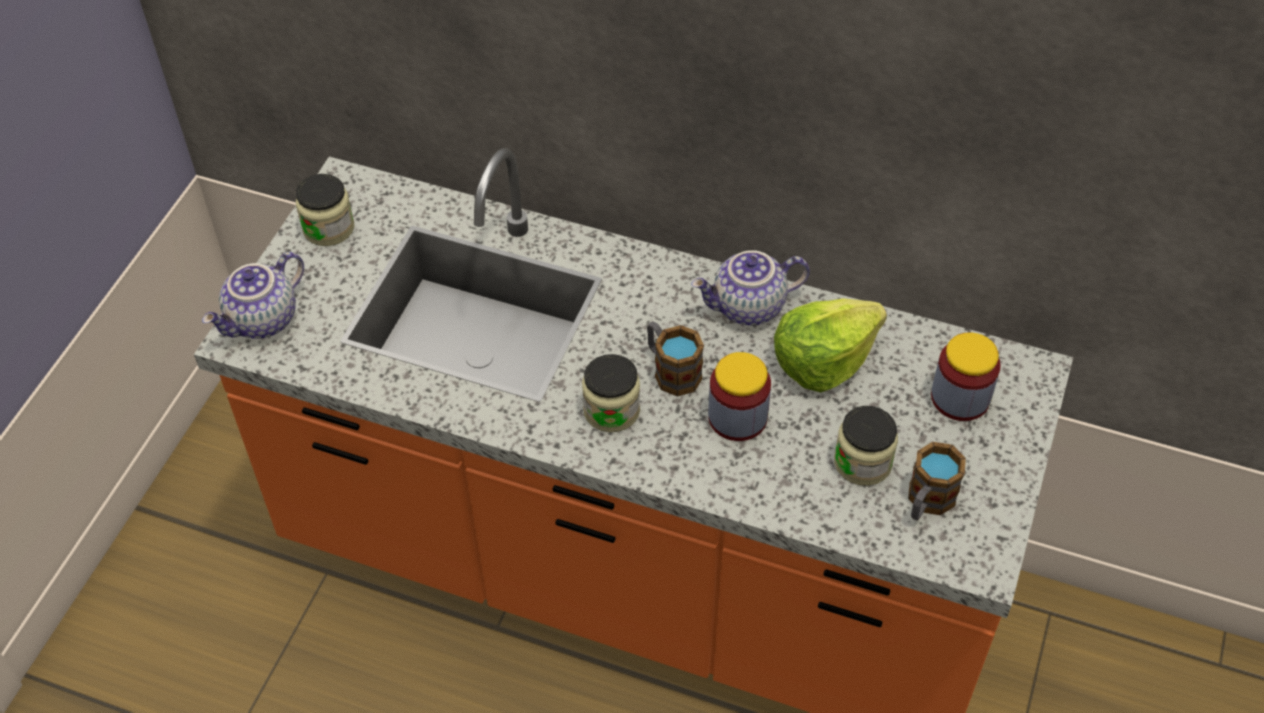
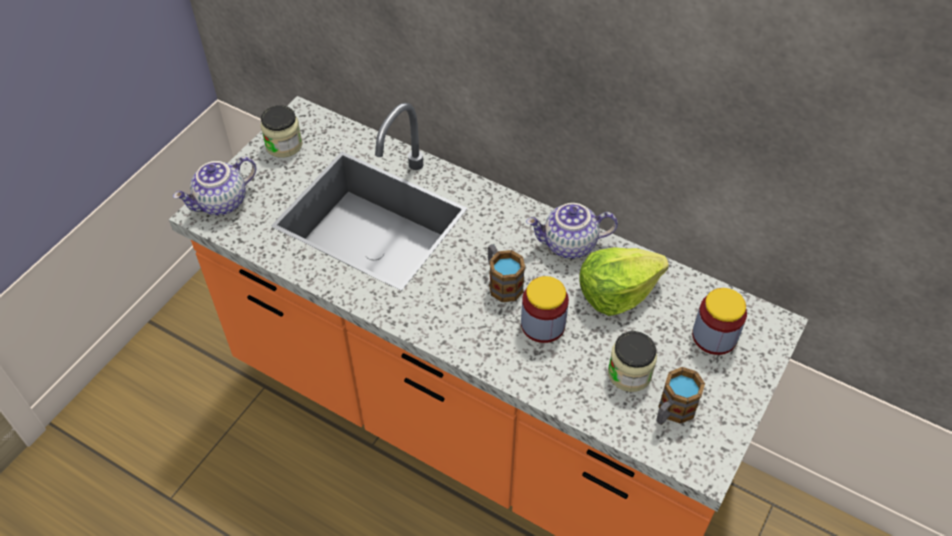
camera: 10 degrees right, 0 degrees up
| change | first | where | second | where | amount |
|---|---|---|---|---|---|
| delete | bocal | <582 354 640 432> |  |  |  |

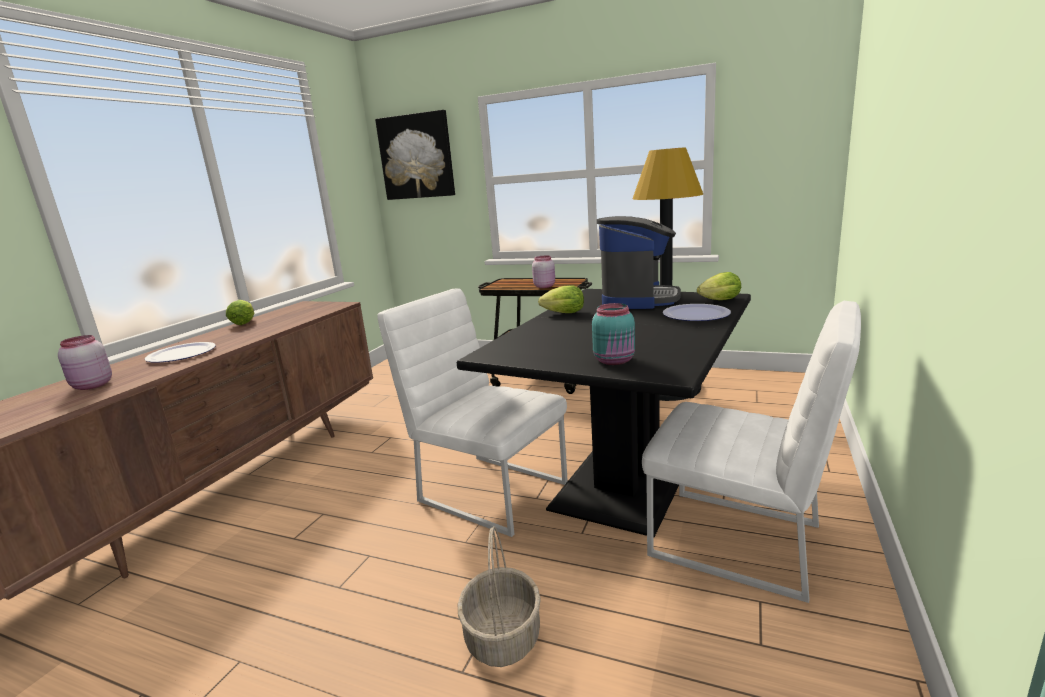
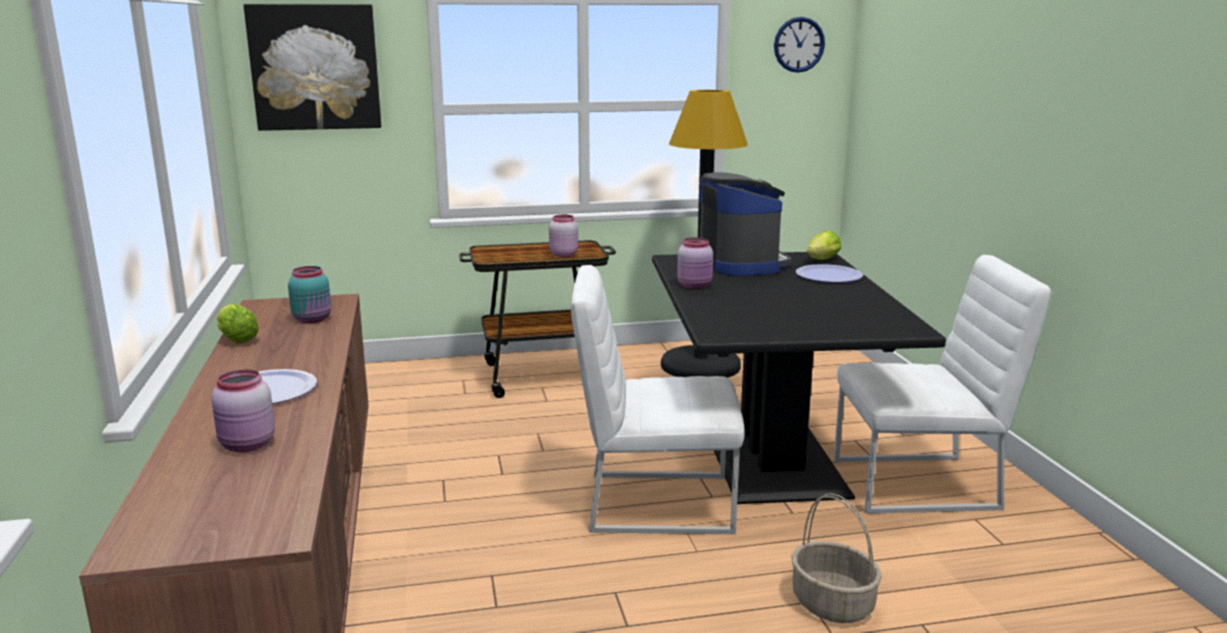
camera: 35 degrees left, 0 degrees up
| change | first | where | second | where | amount |
|---|---|---|---|---|---|
| move | bocal [turquoise] | <592 303 635 365> |  | <288 266 331 323> |  |
| replace | laitue | <538 285 584 313> | bocal [rose] | <677 237 713 289> |  |
| insert |  |  | horloge murale | <774 17 825 73> |  |

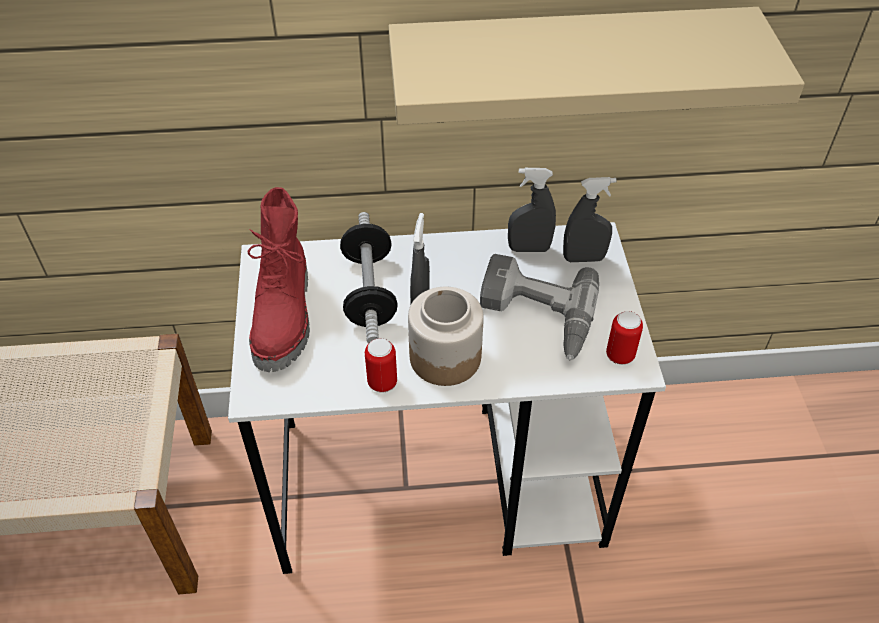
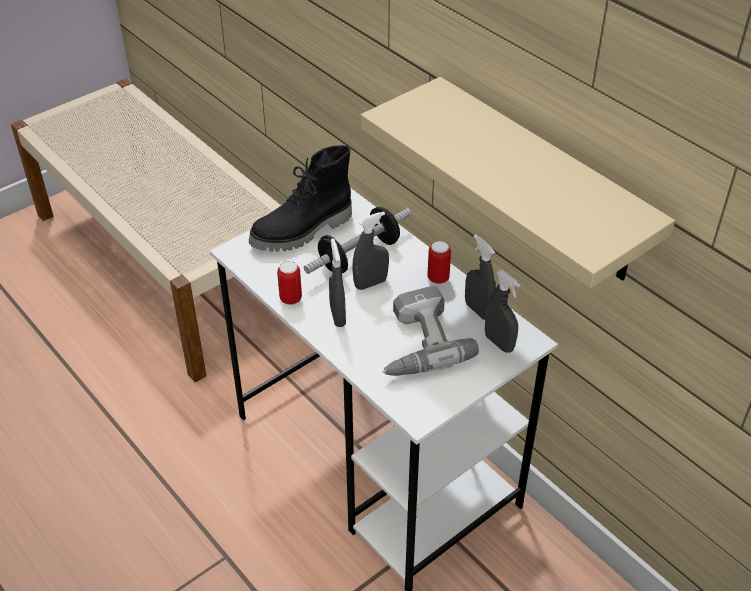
camera: 55 degrees right, 5 degrees down
| change | first | where | second | where | amount |
|---|---|---|---|---|---|
| recolor | botte [rouge] | <248 187 310 372> | botte [noir] | <249 145 352 252> |  |
| replace | bocal | <408 287 484 386> | vaporisateur [gris] | <329 238 346 327> |  |
| move | boîte métallique | <606 311 643 364> |  | <427 241 451 284> |  |

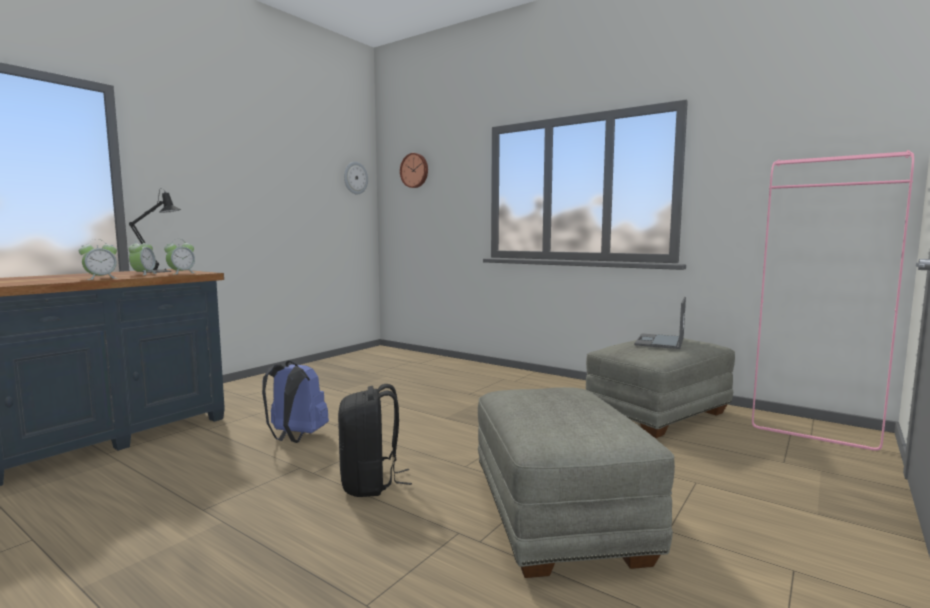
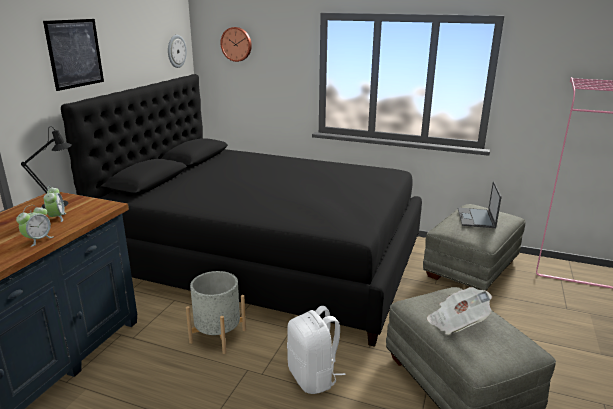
camera: 15 degrees left, 15 degrees up
| change | first | where | second | where | amount |
|---|---|---|---|---|---|
| insert |  |  | tableau | <43 19 104 91> |  |
| insert |  |  | lit [noir] | <61 74 422 347> |  |
| replace | sac à dos [bleu] | <262 361 329 443> | cache-pot [gris] | <186 271 246 354> |  |
| recolor | sac à dos [noir] | <338 384 412 497> | sac à dos [blanc] | <287 306 346 394> |  |
| insert |  |  | journal | <427 287 492 335> |  |
| delete | réveil | <164 239 195 274> |  |  |  |

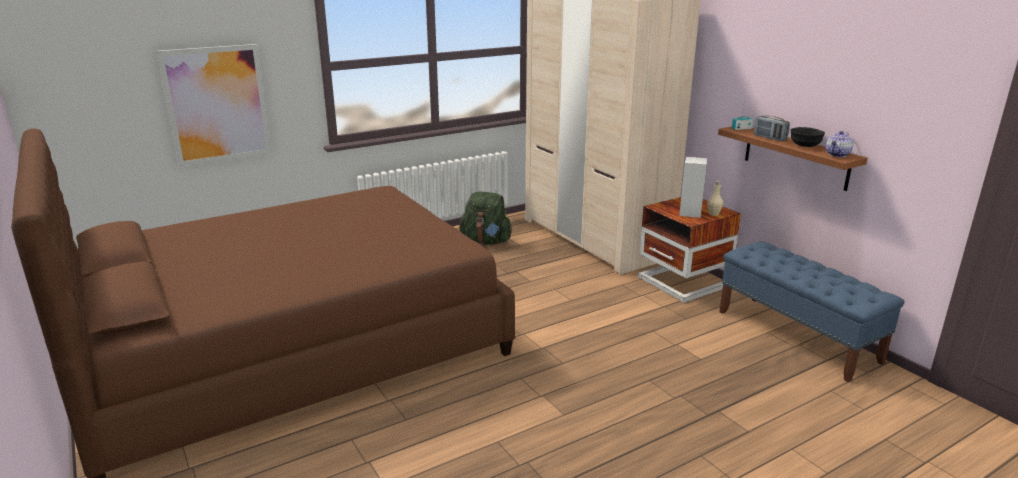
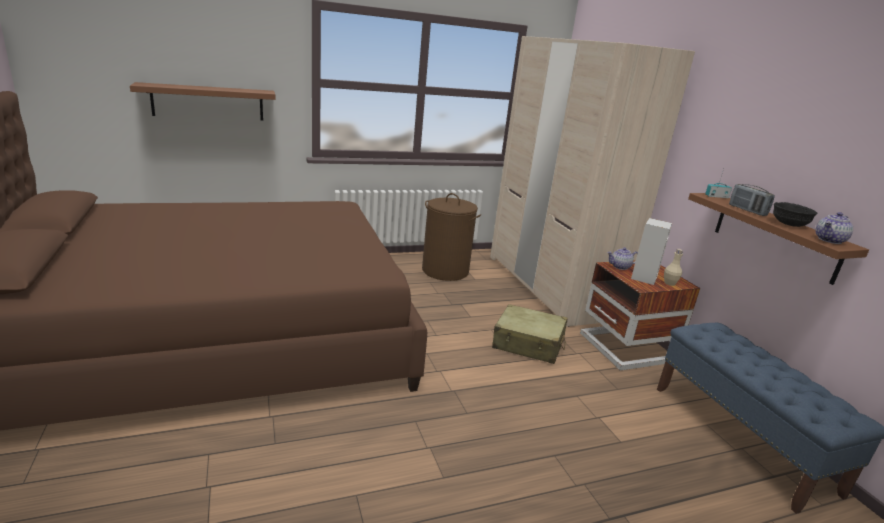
camera: 10 degrees right, 0 degrees up
| change | first | where | second | where | amount |
|---|---|---|---|---|---|
| replace | tableau | <157 44 272 166> | étagère [marron] | <130 82 276 121> |  |
| replace | sac à dos [vert] | <459 192 512 244> | panier à linge [marron] | <422 193 481 281> |  |
| insert |  |  | valise [beige] | <492 304 567 364> |  |
| insert |  |  | théière | <607 247 638 270> |  |

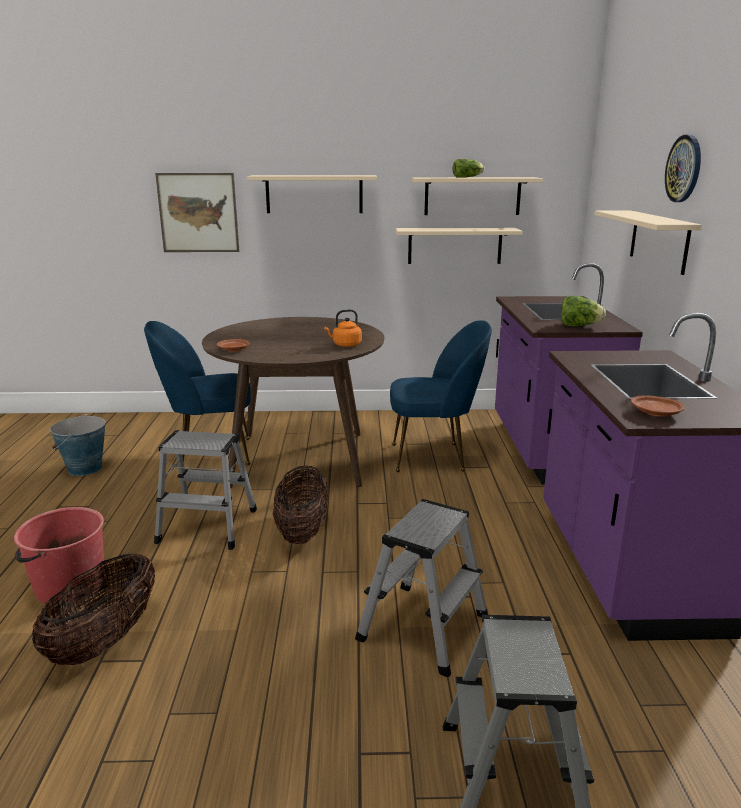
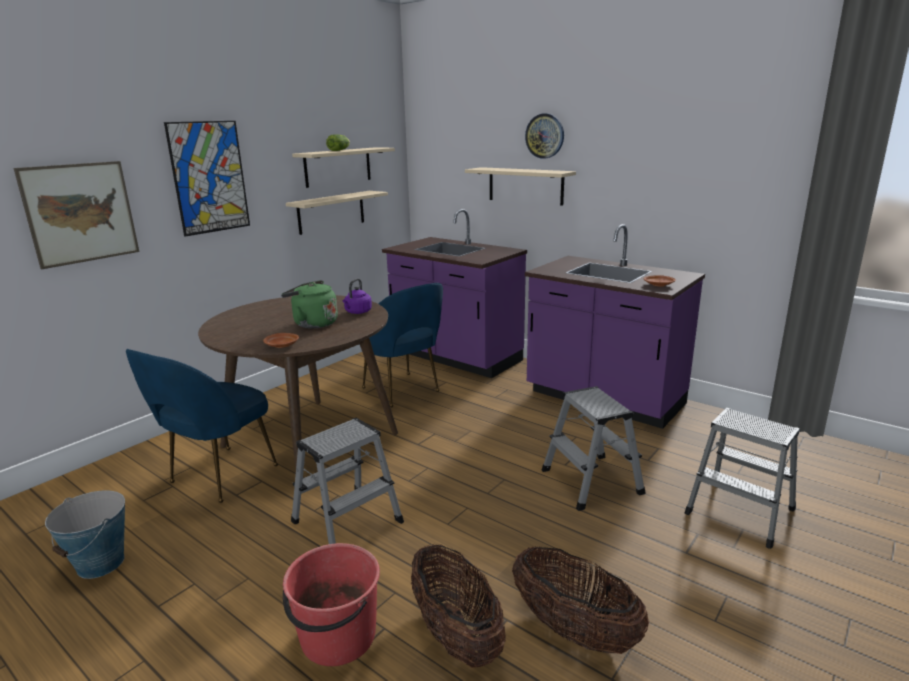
camera: 50 degrees left, 0 degrees up
| change | first | where | second | where | amount |
|---|---|---|---|---|---|
| replace | étagère [beige] | <247 175 377 213> | tableau | <164 121 250 237> |  |
| insert |  |  | bouilloire [vert] | <281 280 338 328> |  |
| recolor | bouilloire [orange] | <324 309 362 347> | bouilloire [violet] | <343 278 372 314> |  |
| rotate | chaise [bleu] | <390 320 492 472> |  | <359 283 443 407> | 105 degrees clockwise |
| move | panier | <272 466 328 544> |  | <512 546 649 654> |  |
| delete | laitue | <561 296 606 326> |  |  |  |

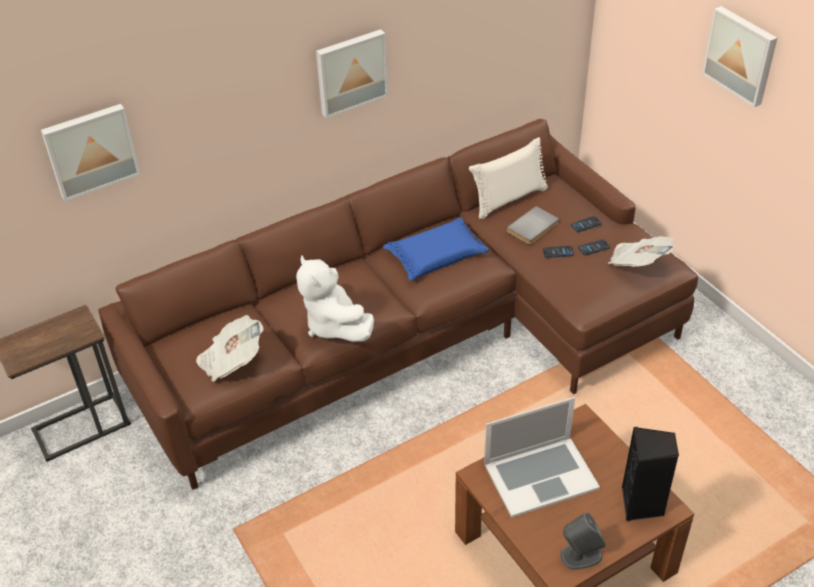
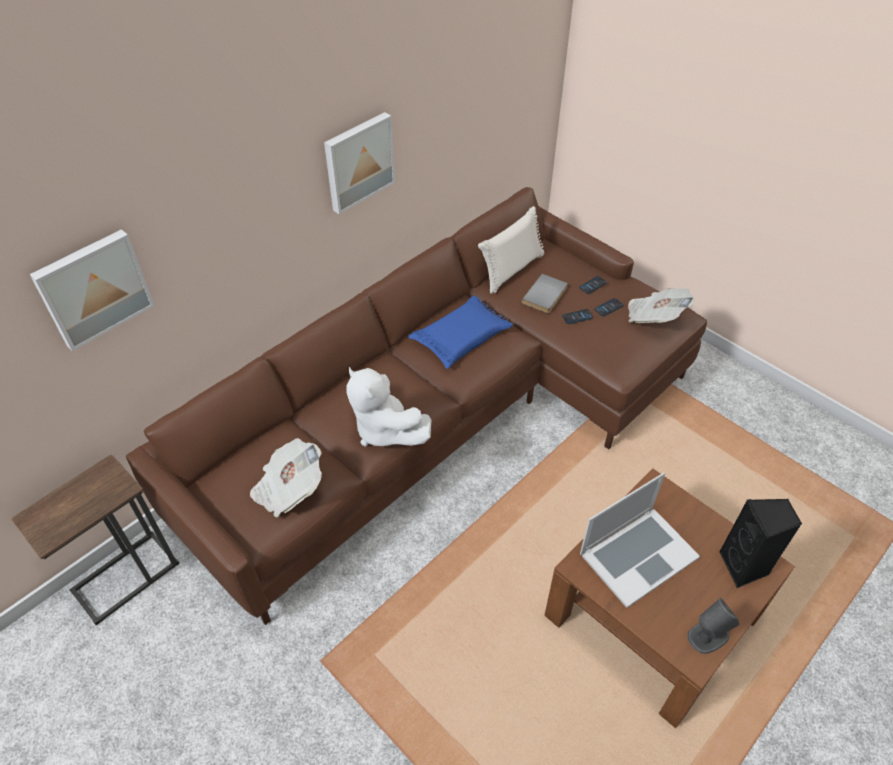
camera: 15 degrees left, 5 degrees up
| change | first | where | second | where | amount |
|---|---|---|---|---|---|
| delete | tableau | <702 6 777 107> |  |  |  |

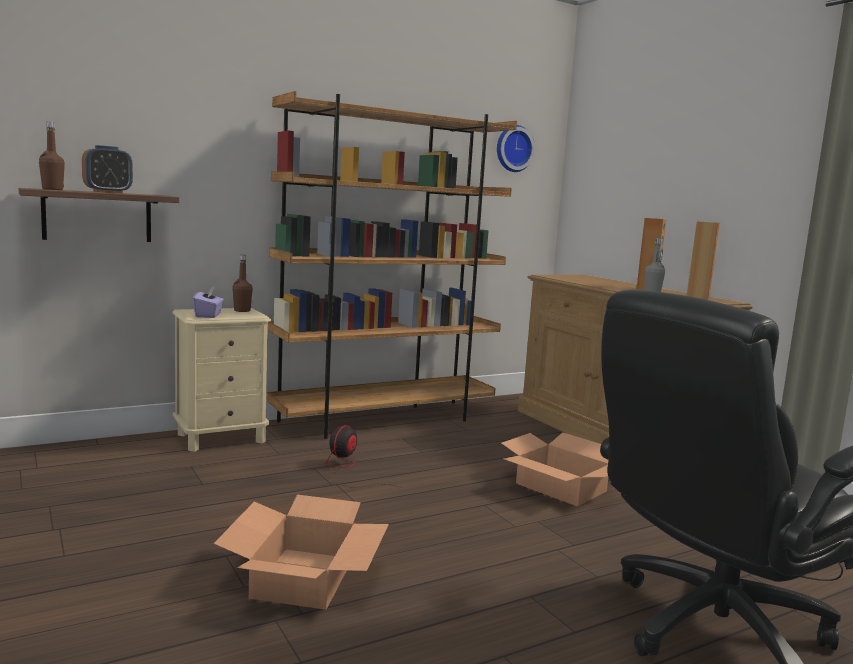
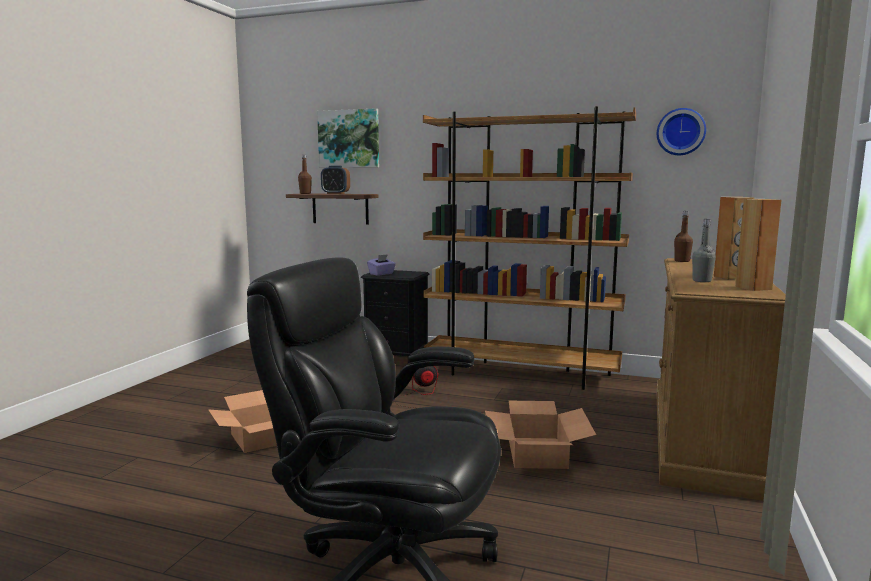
camera: 50 degrees right, 0 degrees up
| change | first | where | second | where | amount |
|---|---|---|---|---|---|
| insert |  |  | tableau | <317 108 379 167> |  |
| recolor | table de chevet [beige] | <172 308 271 452> | table de chevet [noir] | <361 270 430 363> |  |
| move | bouteille [marron] | <233 255 253 312> |  | <674 211 693 262> |  |

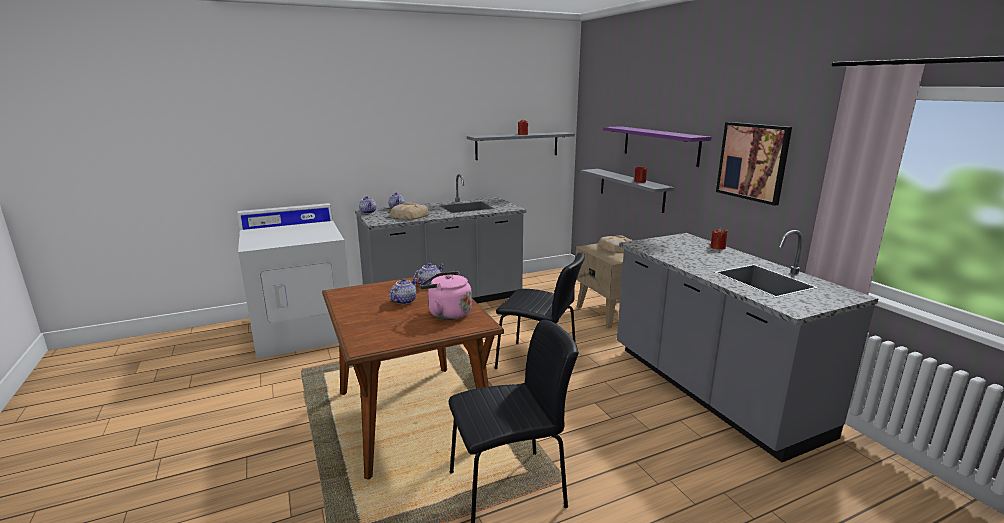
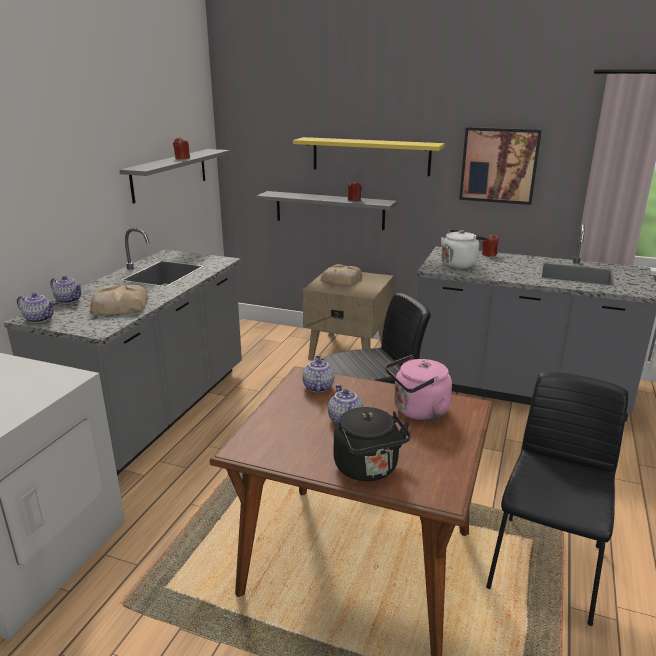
camera: 45 degrees left, 5 degrees up
| change | first | where | second | where | amount |
|---|---|---|---|---|---|
| recolor | étagère [violet] | <603 126 711 167> | étagère [jaune] | <293 137 445 176> |  |
| insert |  |  | bouilloire [noir] | <334 407 411 481> |  |
| insert |  |  | bouilloire [blanc] | <441 229 487 268> |  |

